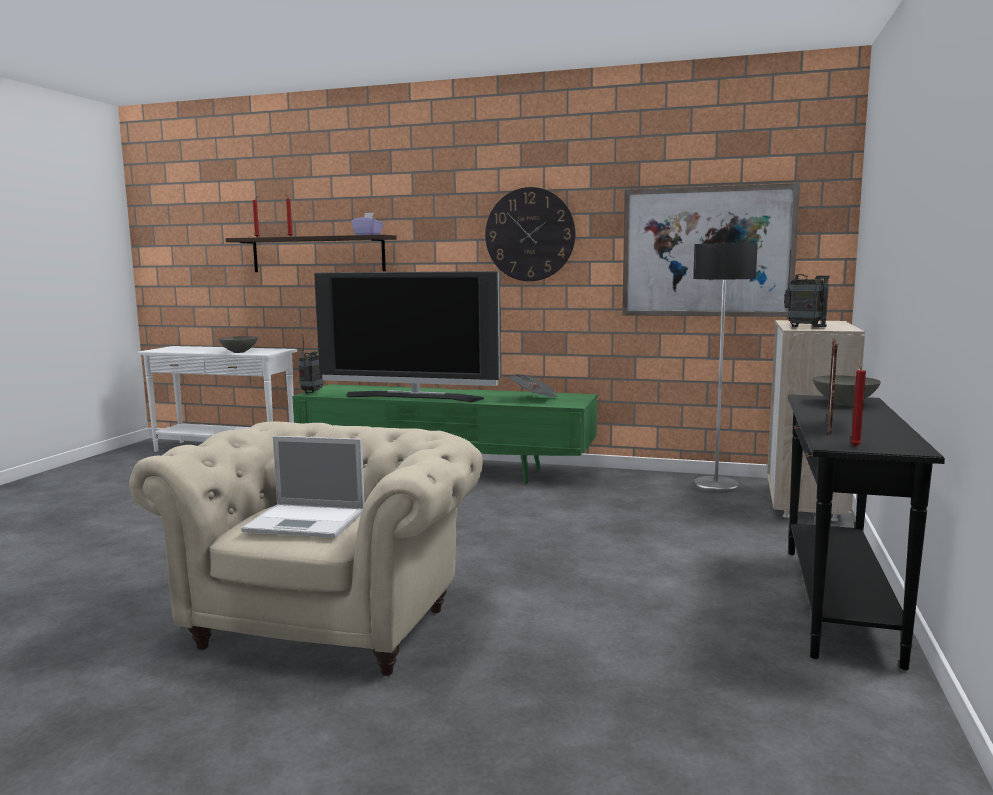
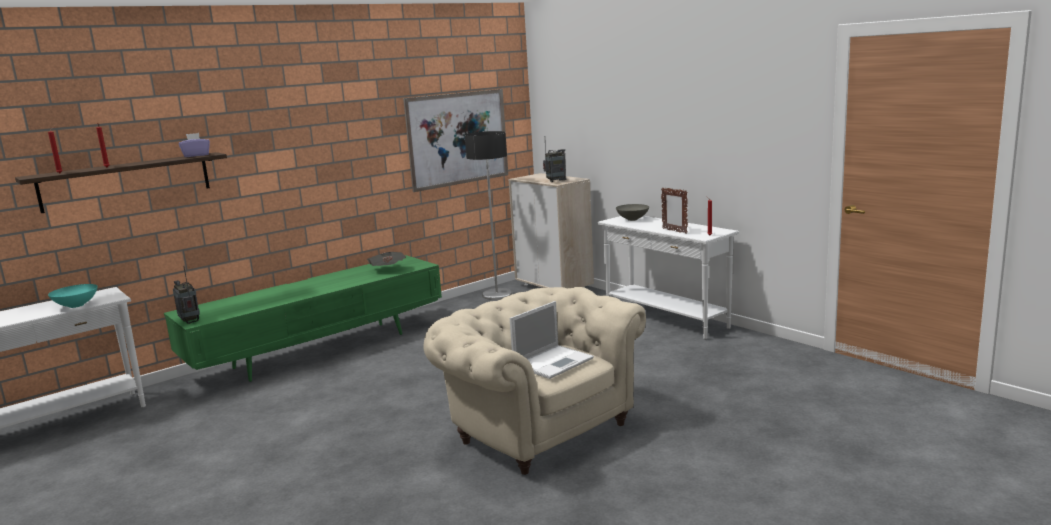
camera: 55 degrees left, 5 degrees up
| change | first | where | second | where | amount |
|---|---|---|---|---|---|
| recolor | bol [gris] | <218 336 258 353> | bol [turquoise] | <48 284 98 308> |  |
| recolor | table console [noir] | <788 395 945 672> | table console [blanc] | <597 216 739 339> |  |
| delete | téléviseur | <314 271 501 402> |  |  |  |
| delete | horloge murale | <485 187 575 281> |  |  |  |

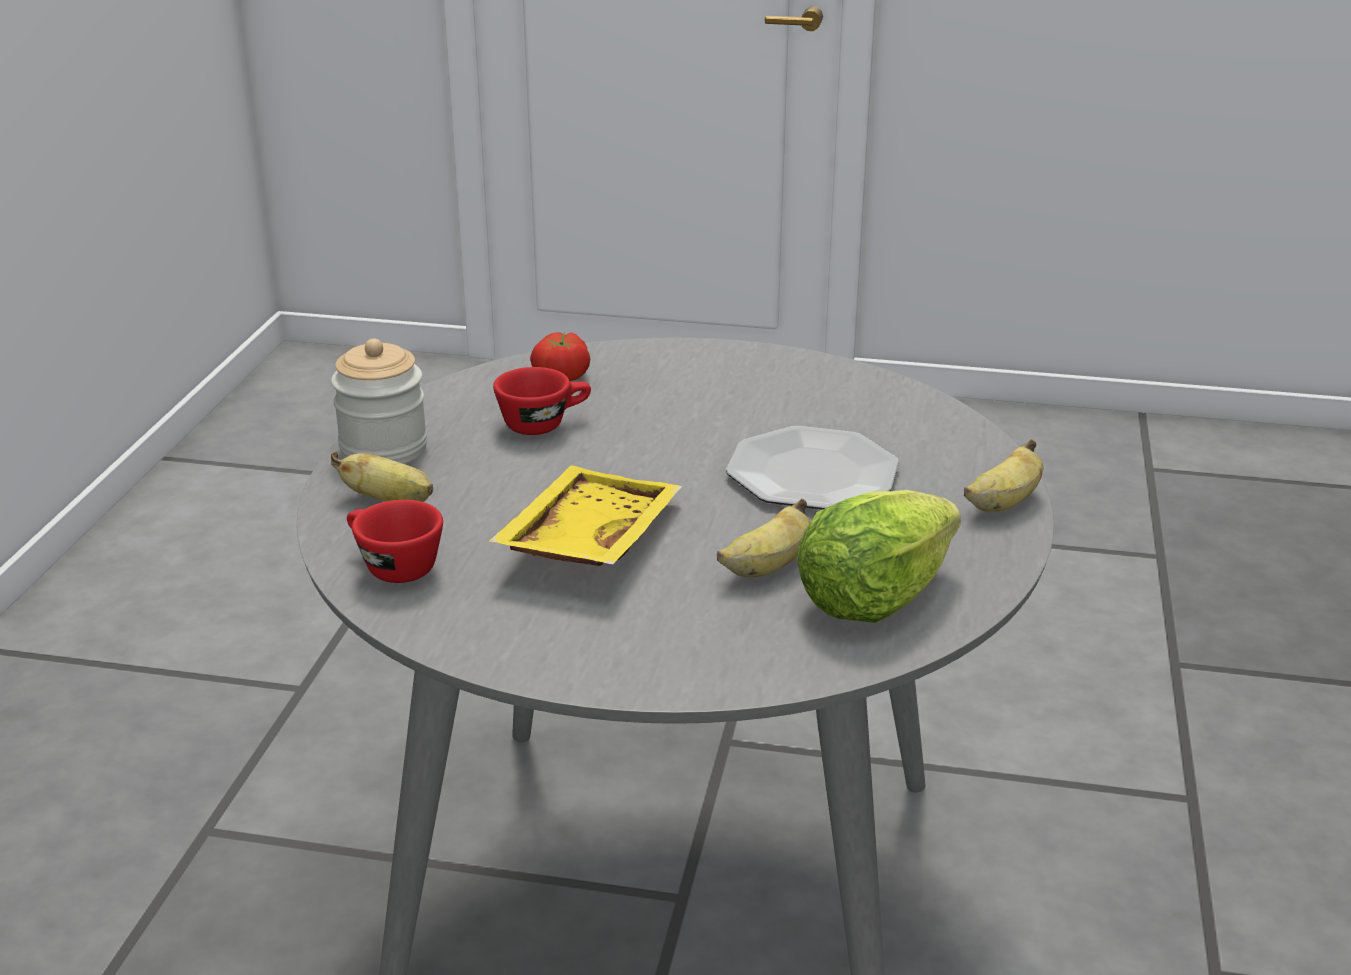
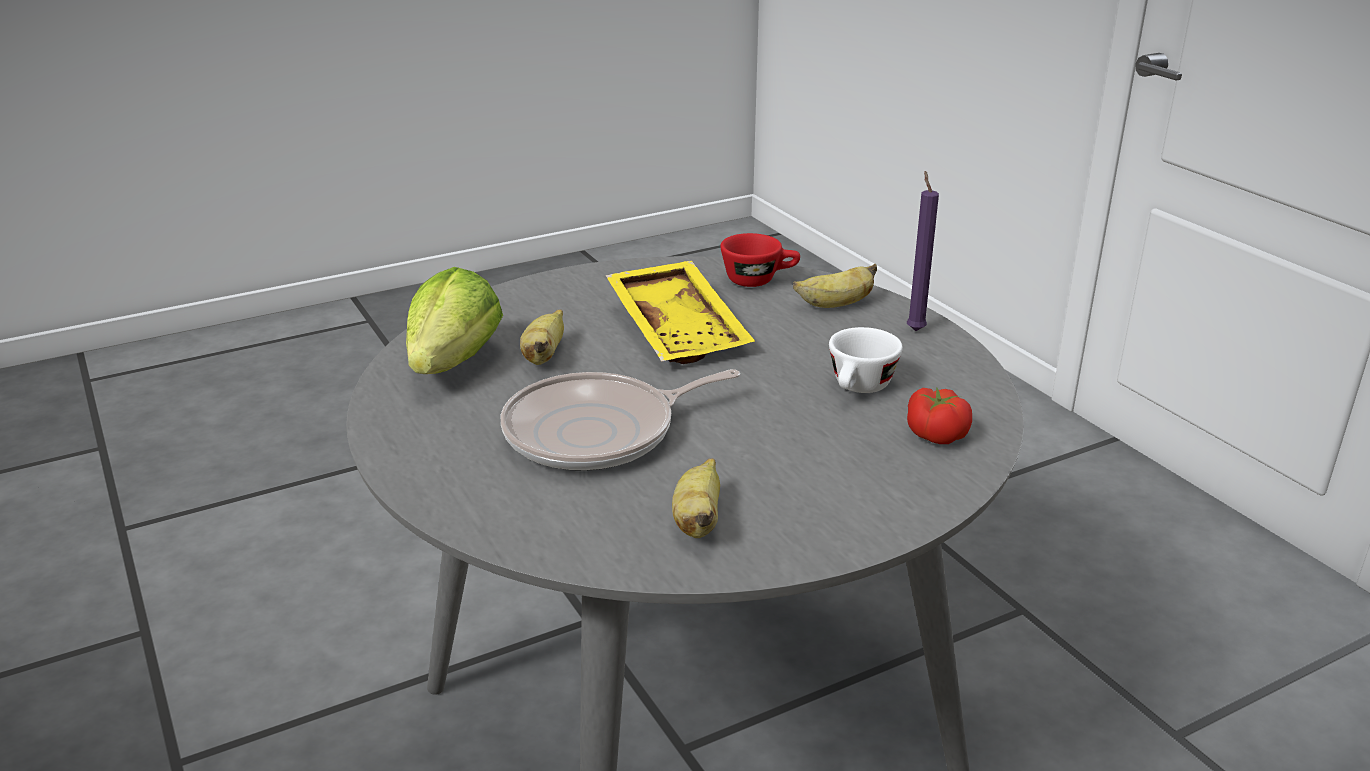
camera: 140 degrees right, 0 degrees up
| change | first | where | second | where | amount |
|---|---|---|---|---|---|
| replace | assiette | <726 426 899 510> | poêle | <500 369 740 471> |  |
| move | banane | <964 439 1043 512> |  | <672 458 720 538> |  |
| recolor | tasse [rouge] | <493 367 591 435> | tasse [blanc] | <829 327 903 393> |  |
| replace | bocal | <331 338 428 464> | bougie [violet] | <907 171 939 331> |  |

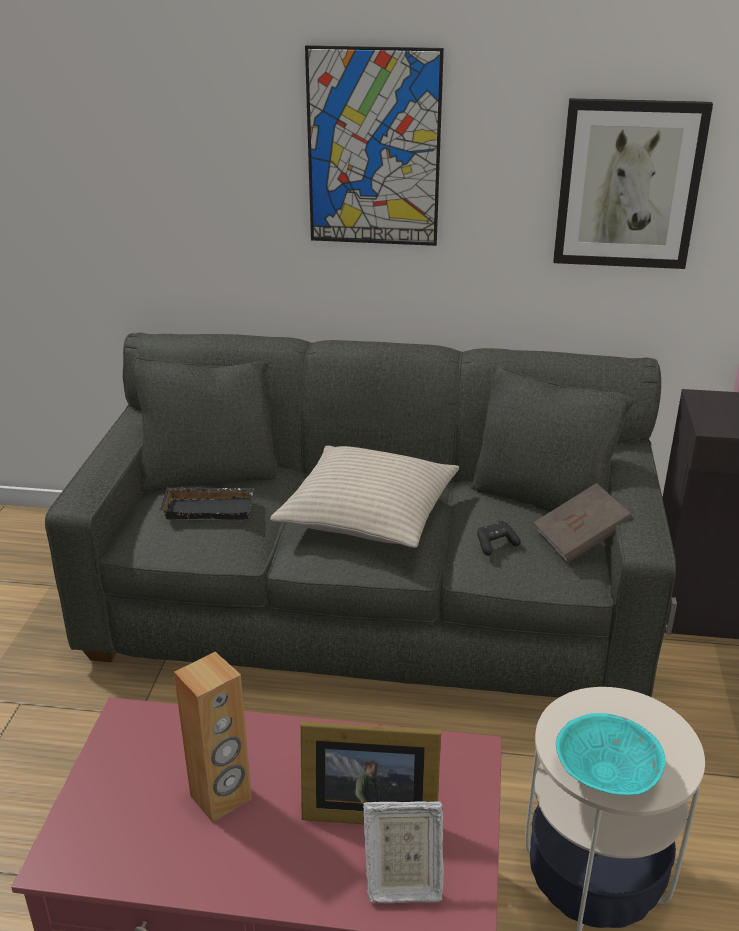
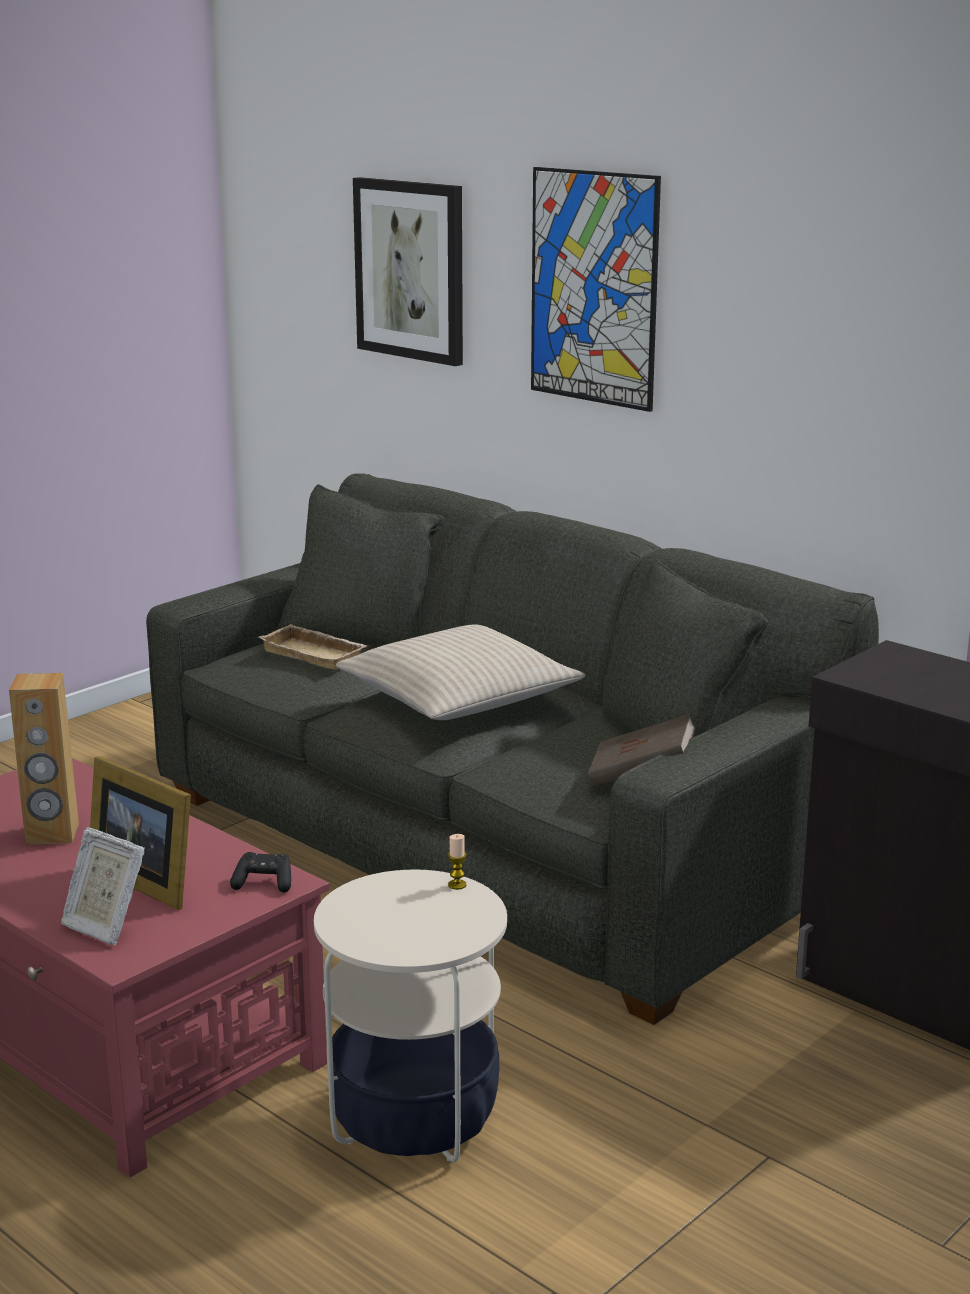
camera: 35 degrees right, 10 degrees down
| change | first | where | second | where | amount |
|---|---|---|---|---|---|
| move | manette [noir] | <477 521 520 556> |  | <230 852 291 893> |  |
| recolor | plateau [noir] | <160 487 254 520> | plateau [beige] | <258 624 367 670> |  |
| move | tableau | <553 98 713 269> |  | <353 177 463 366> |  |
| insert |  |  | bougie | <448 834 466 890> |  |
| delete | bol [turquoise] | <556 713 666 795> |  |  |  |

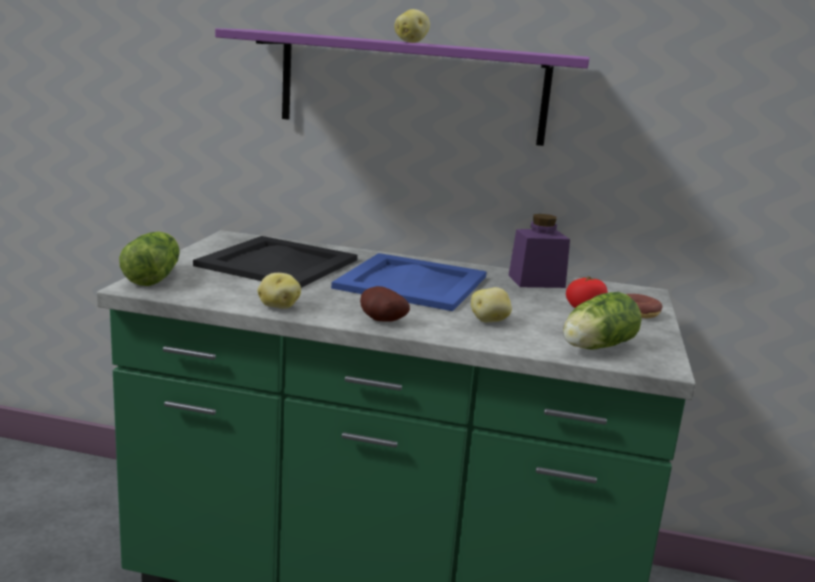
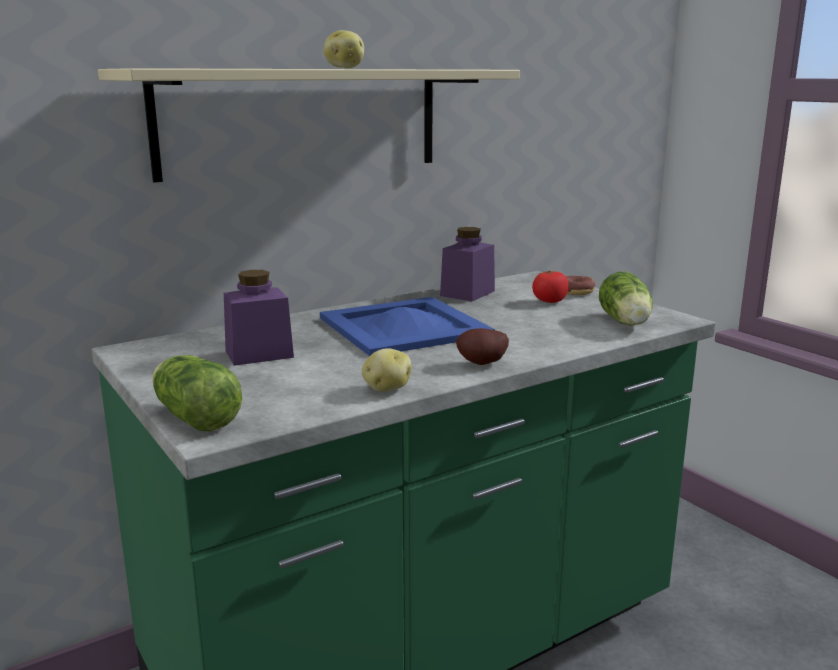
camera: 45 degrees left, 0 degrees up
| change | first | where | second | where | amount |
|---|---|---|---|---|---|
| recolor | étagère [violet] | <215 28 590 146> | étagère [beige] | <98 68 520 182> |  |
| replace | plateau [noir] | <193 236 357 288> | bocal [violet] | <224 270 294 366> |  |
| delete | pomme de terre | <471 287 512 322> |  |  |  |

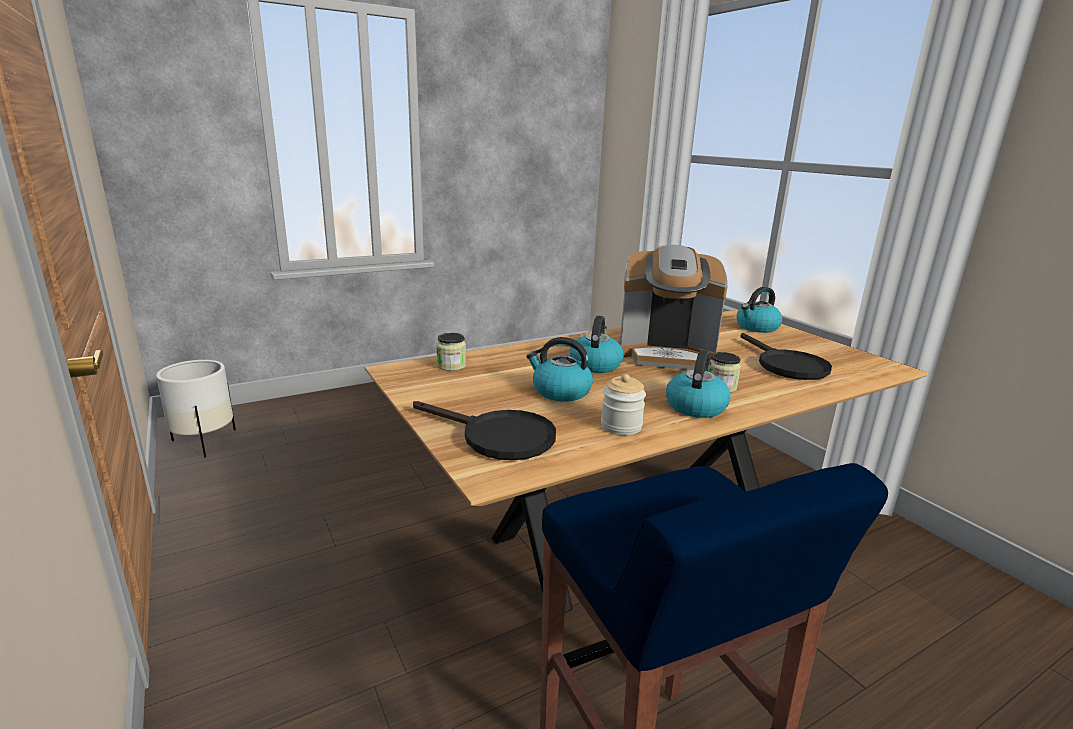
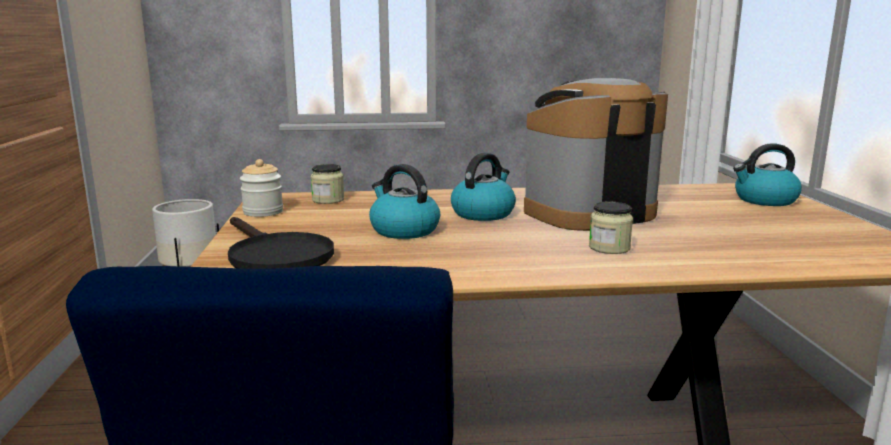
camera: 25 degrees right, 5 degrees down
| change | first | where | second | where | amount |
|---|---|---|---|---|---|
| move | bocal | <601 374 646 435> |  | <240 159 283 217> |  |
| rotate | machine à café | <619 245 727 370> |  | <524 78 668 231> | 120 degrees clockwise |
| delete | bouilloire | <666 350 731 418> |  |  |  |
| delete | poêle [noir] | <740 333 832 380> |  |  |  |

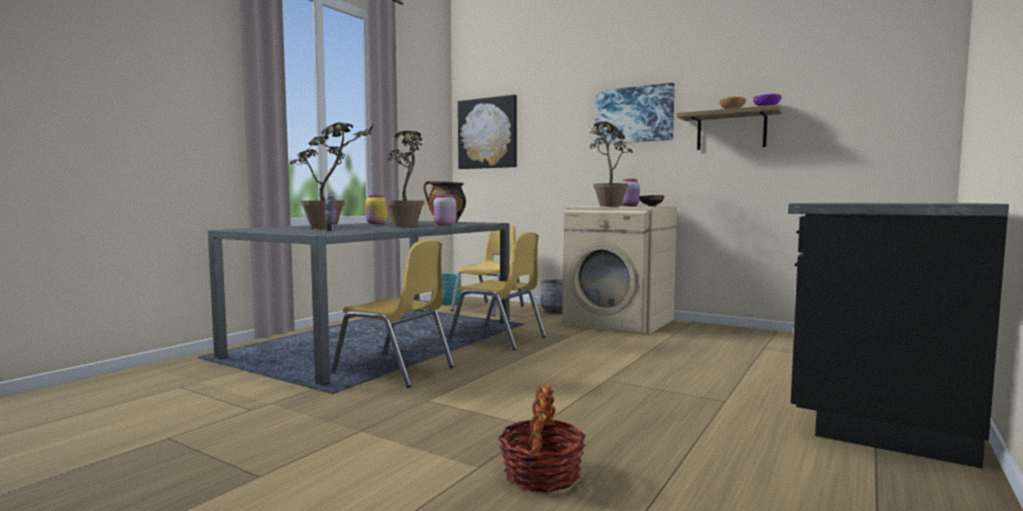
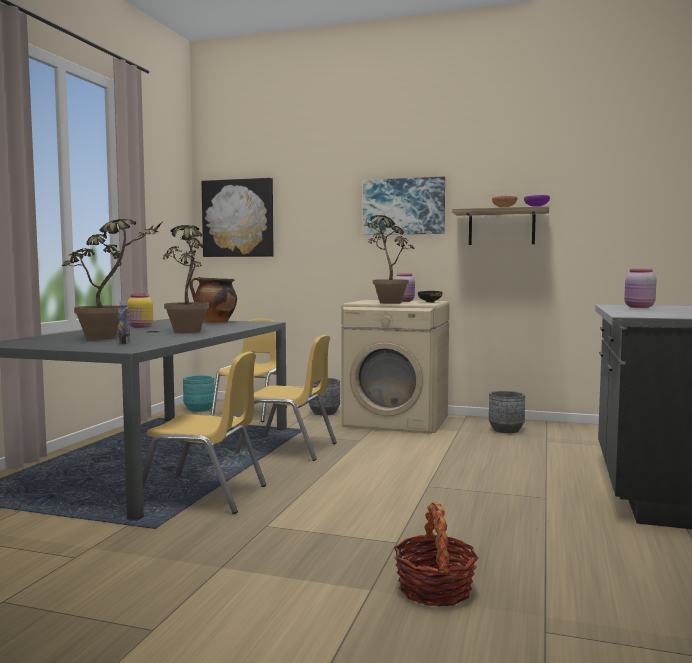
camera: 15 degrees left, 0 degrees up
| change | first | where | second | where | amount |
|---|---|---|---|---|---|
| insert |  |  | cache-pot [gris] | <488 391 525 433> |  |
| move | bocal [rose] | <434 194 456 225> |  | <624 269 656 308> |  |

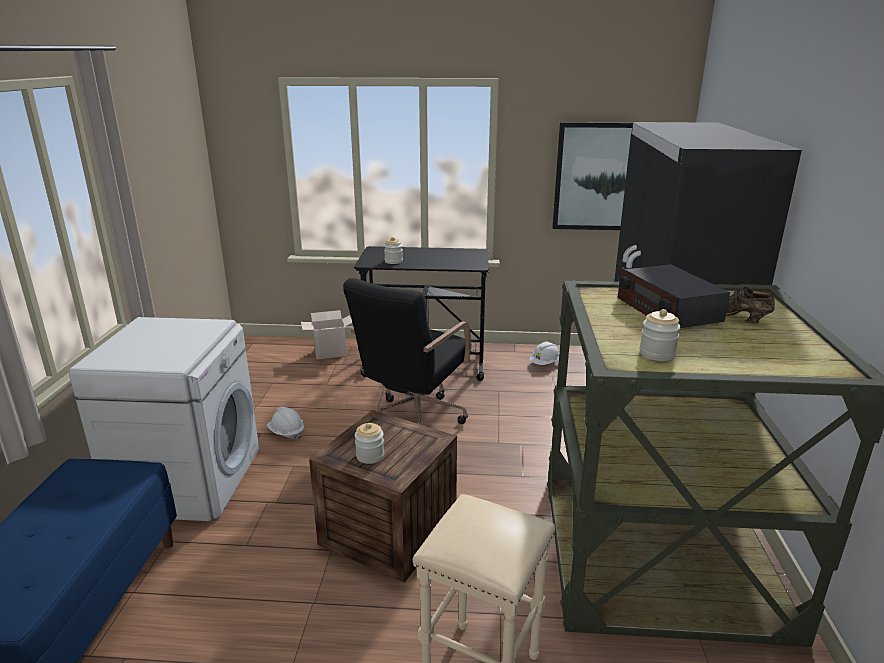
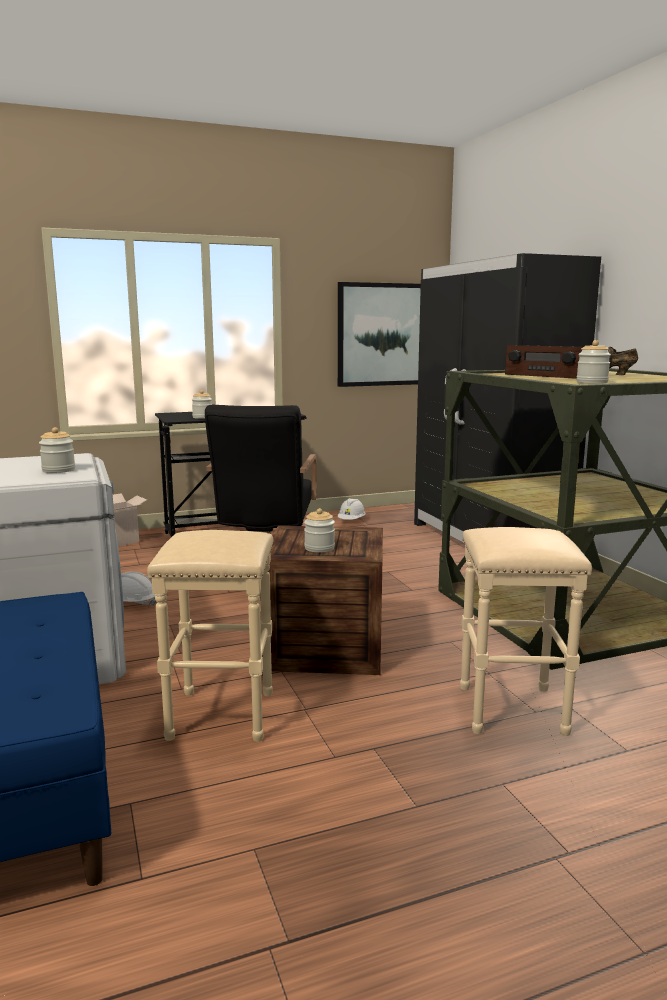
camera: 25 degrees left, 10 degrees down
| change | first | where | second | where | amount |
|---|---|---|---|---|---|
| insert |  |  | bocal | <39 427 75 473> |  |
| insert |  |  | tabouret [beige] | <147 530 273 742> |  |

